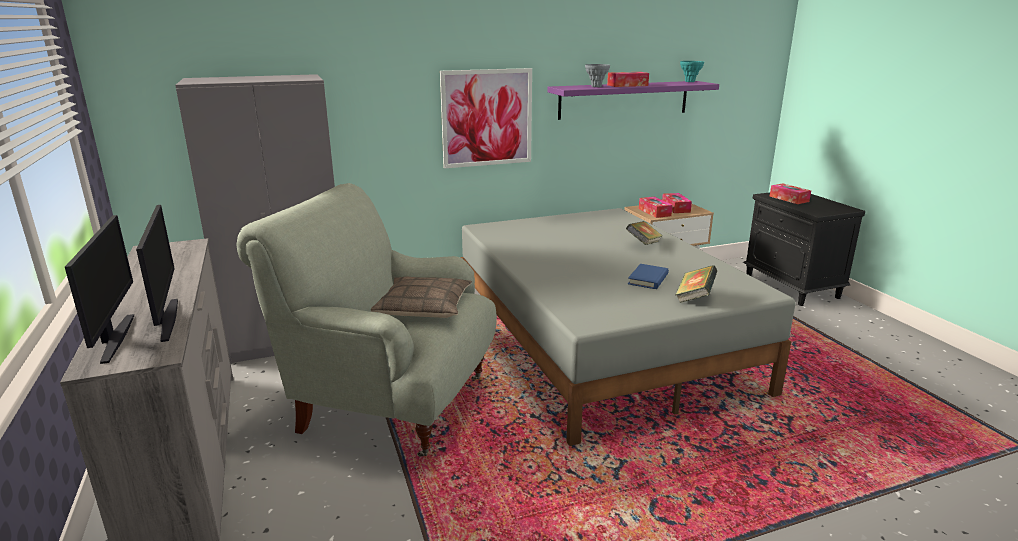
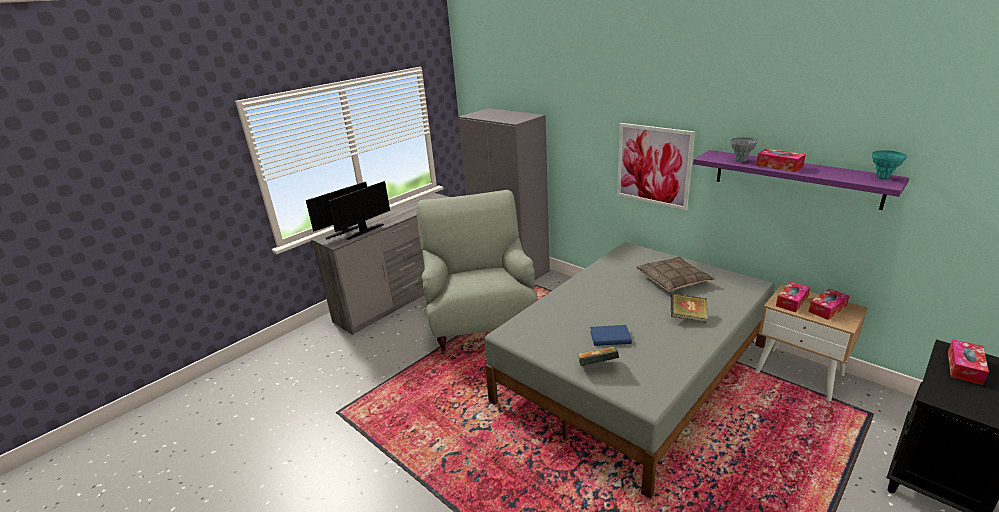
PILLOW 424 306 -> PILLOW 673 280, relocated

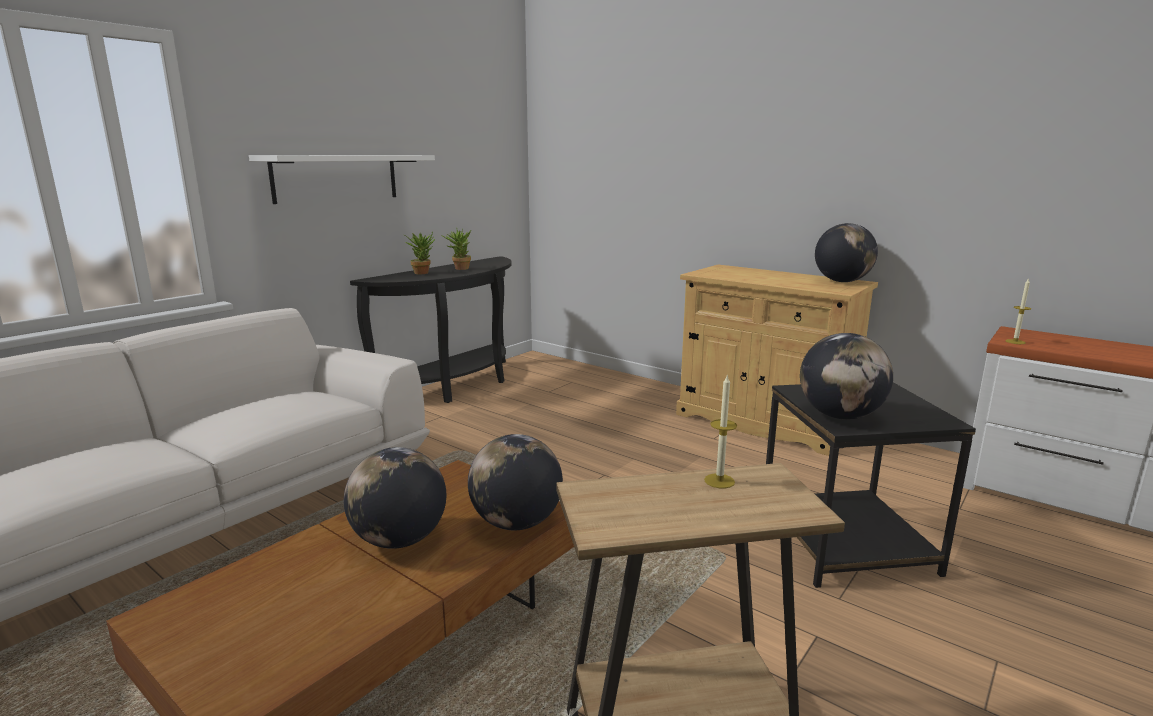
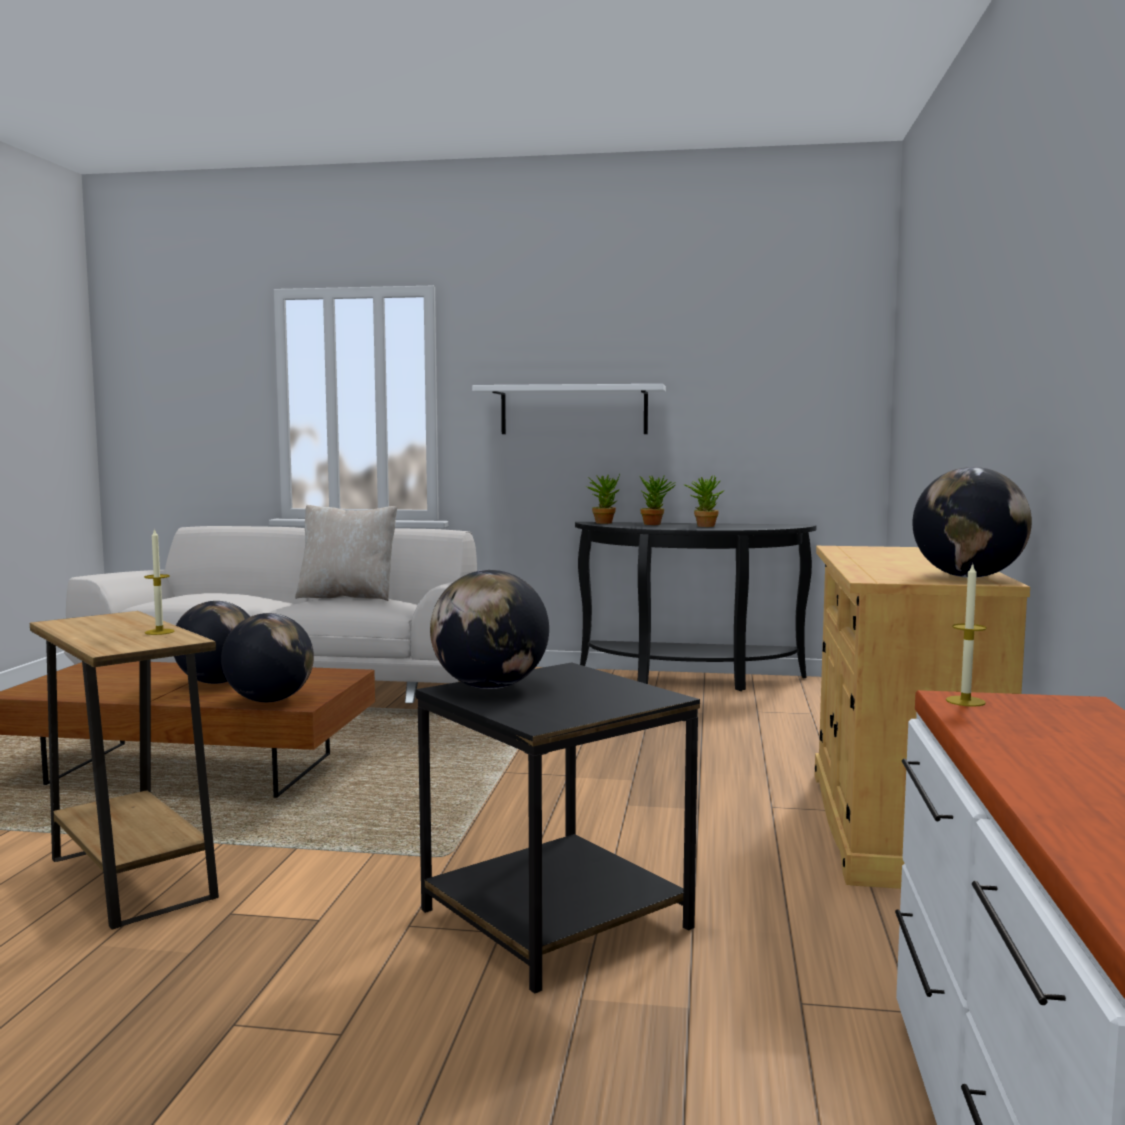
none -> BEIGE PILLOW 348 597
none -> POTTED PLANT 604 522

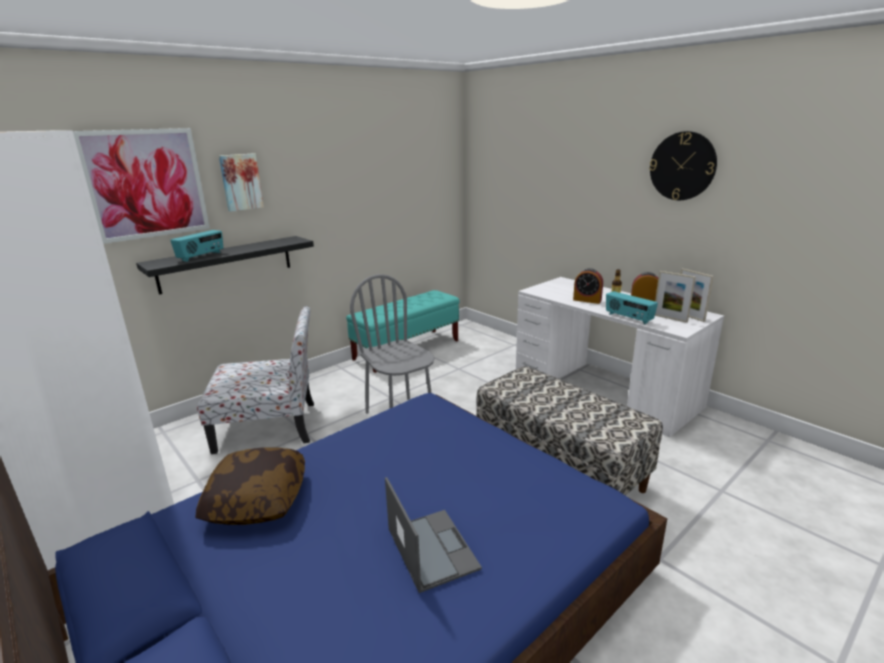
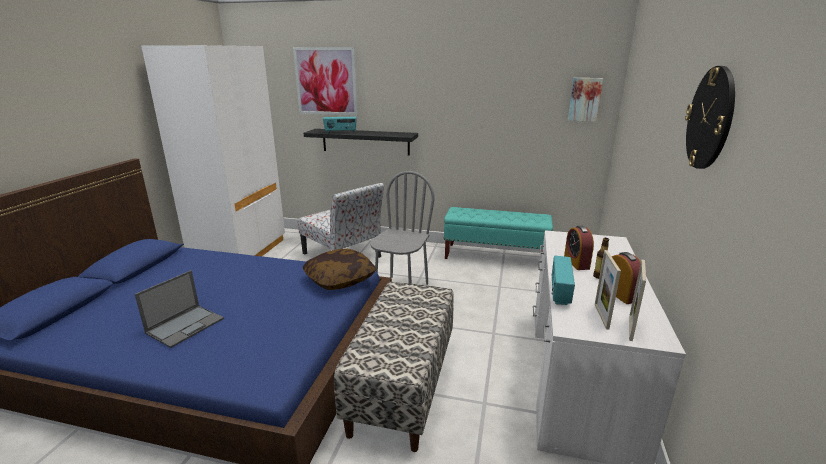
PILLOW 257 500 -> PILLOW 340 279, relocated
PICTURE 240 182 -> PICTURE 584 99, relocated

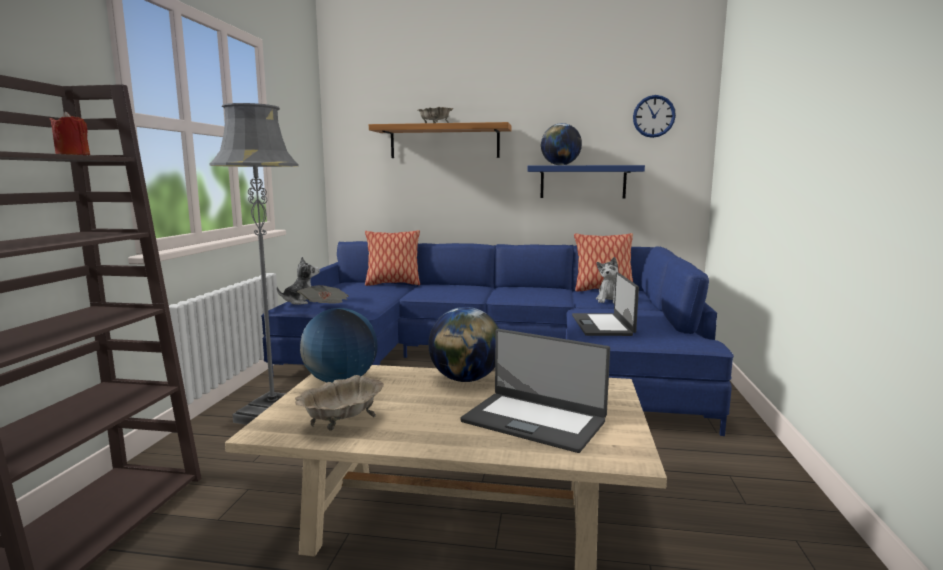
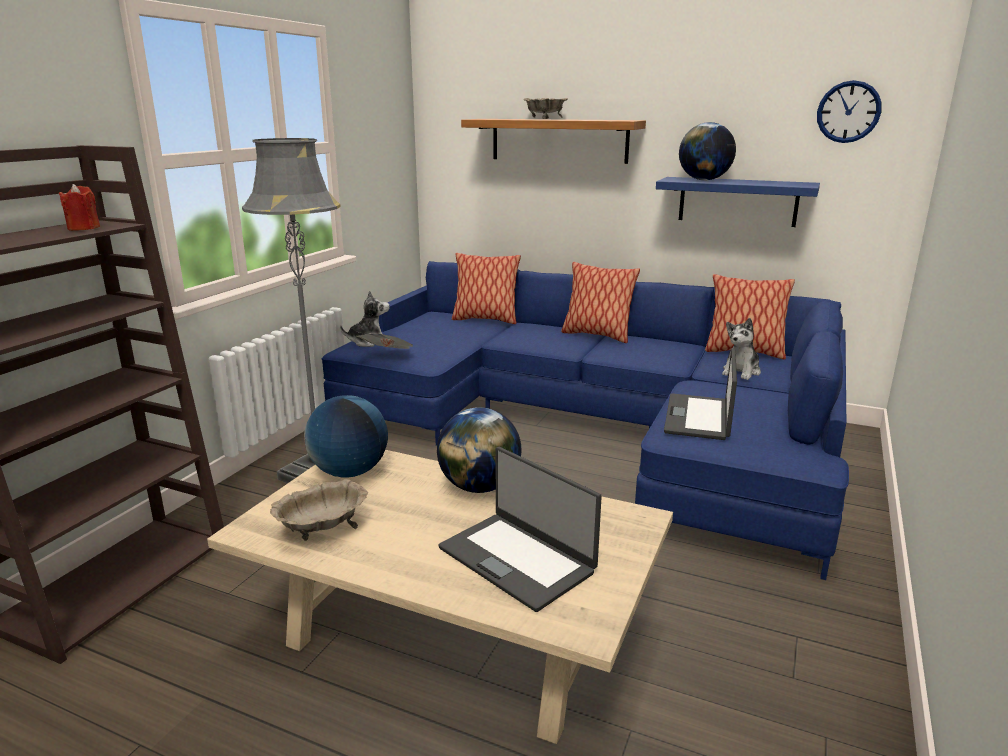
none -> PILLOW 597 335

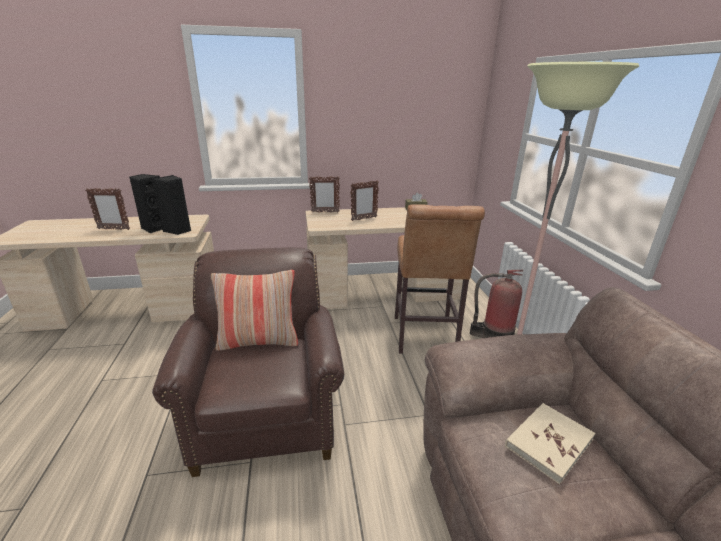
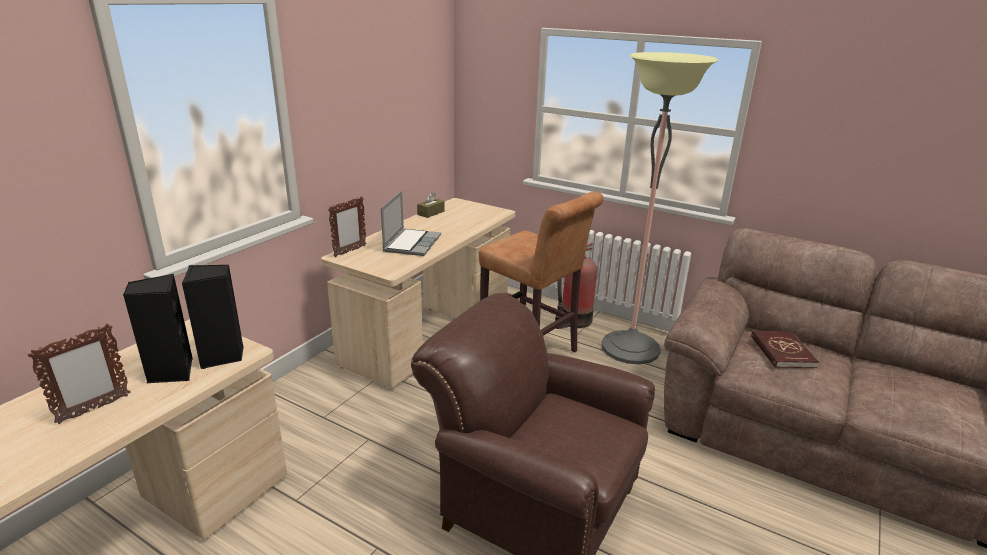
PICTURE FRAME 364 219 -> LAPTOP 411 243
BEIGE BOOK 548 442 -> RED BOOK 782 352
PILLOW 258 341 -> none

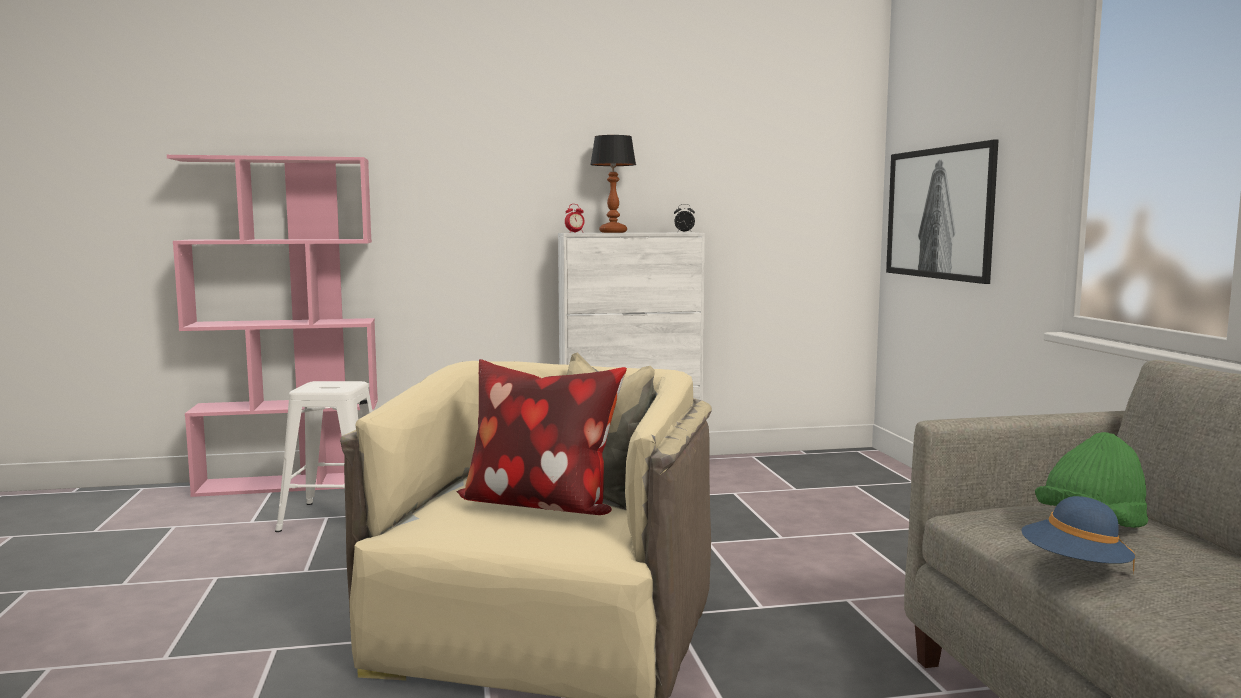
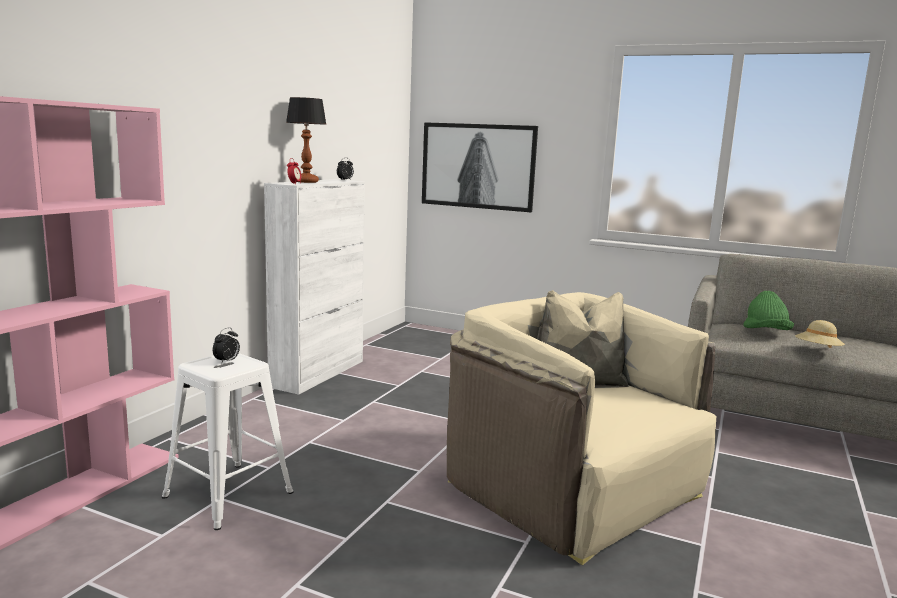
none -> ALARM CLOCK 227 361
BLUE HAT 1074 567 -> BEIGE HAT 817 350
PILLOW 540 506 -> none

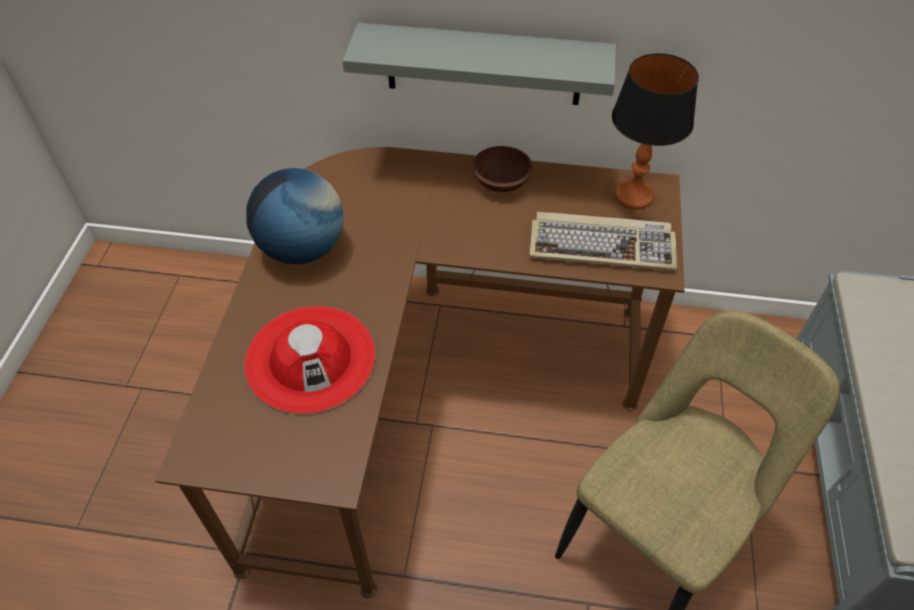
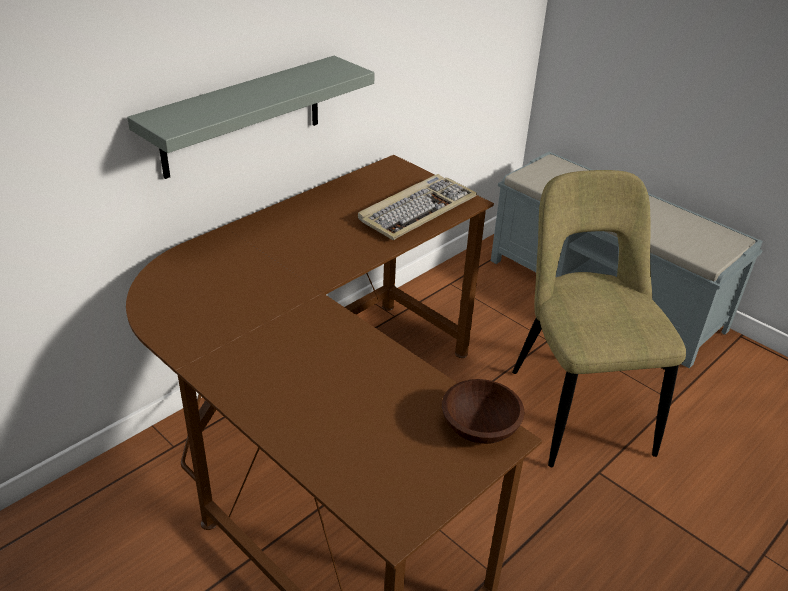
BROWN BOWL 500 181 -> BROWN BOWL 479 428, relocated
RED HAT 310 358 -> none
GLOBE 302 249 -> none
TABLE LAMP 634 195 -> none

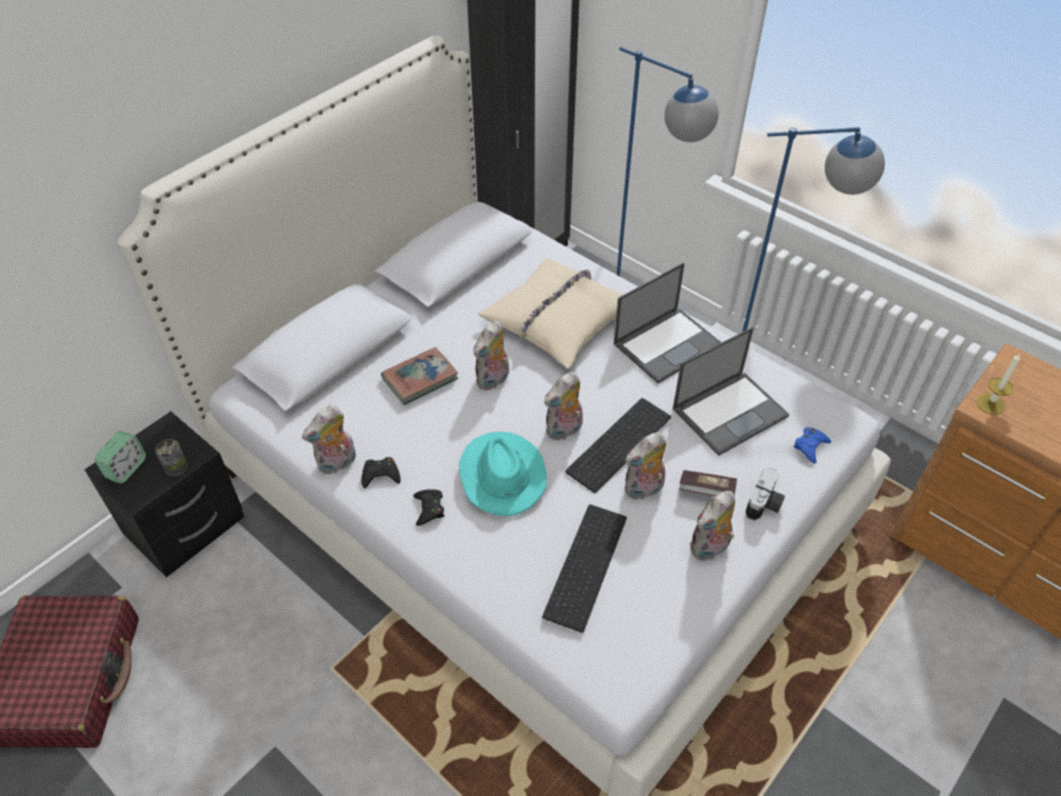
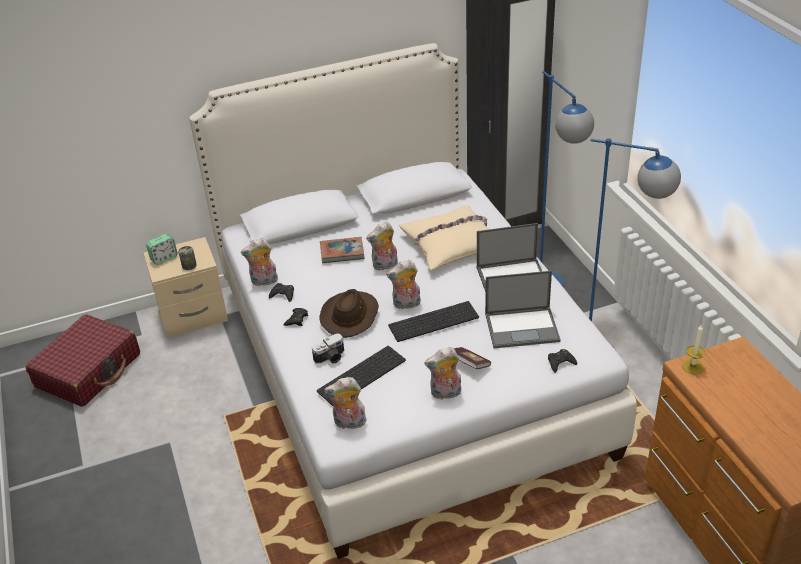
BLACK NIGHTSTAND 186 527 -> BEIGE NIGHTSTAND 193 316
PHOTO CAMERA 765 504 -> PHOTO CAMERA 331 358, relocated
TURQUOISE HAT 501 475 -> BROWN HAT 350 315
PLUSH TOY 644 490 -> PLUSH TOY 349 423, relocated
BLUE GAME CONTROLLER 810 446 -> BLACK GAME CONTROLLER 560 362

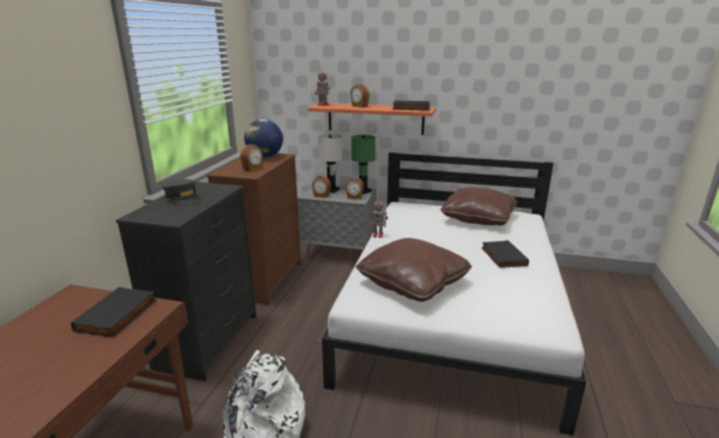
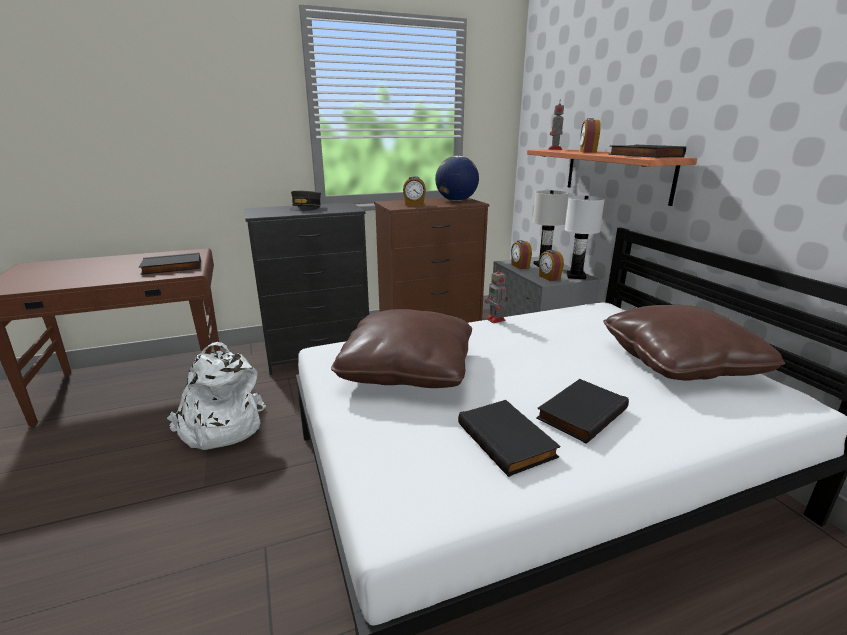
none -> BLACK BOOK 508 440
GREEN TABLE LAMP 363 191 -> WHITE TABLE LAMP 576 276

